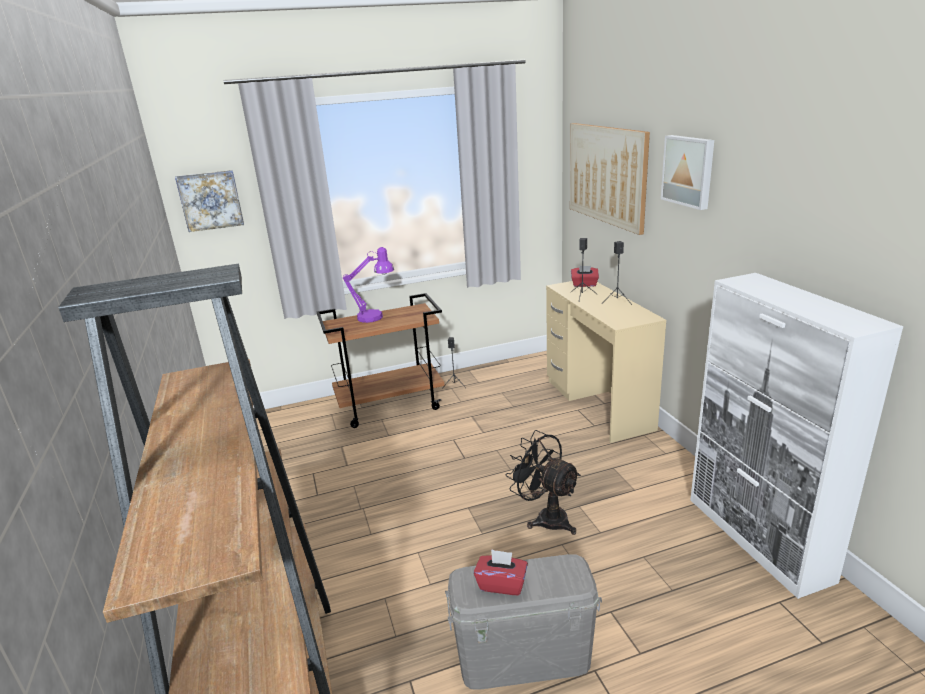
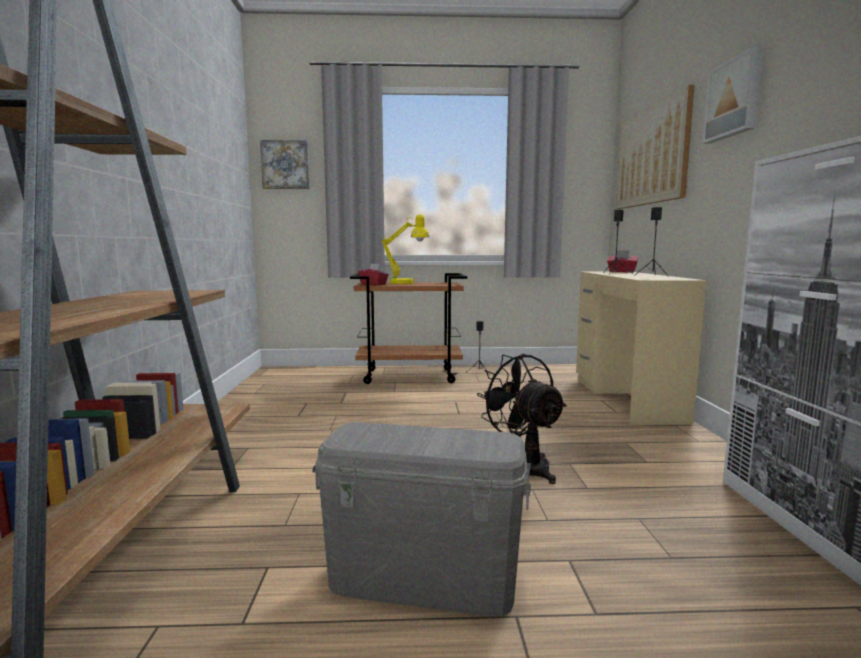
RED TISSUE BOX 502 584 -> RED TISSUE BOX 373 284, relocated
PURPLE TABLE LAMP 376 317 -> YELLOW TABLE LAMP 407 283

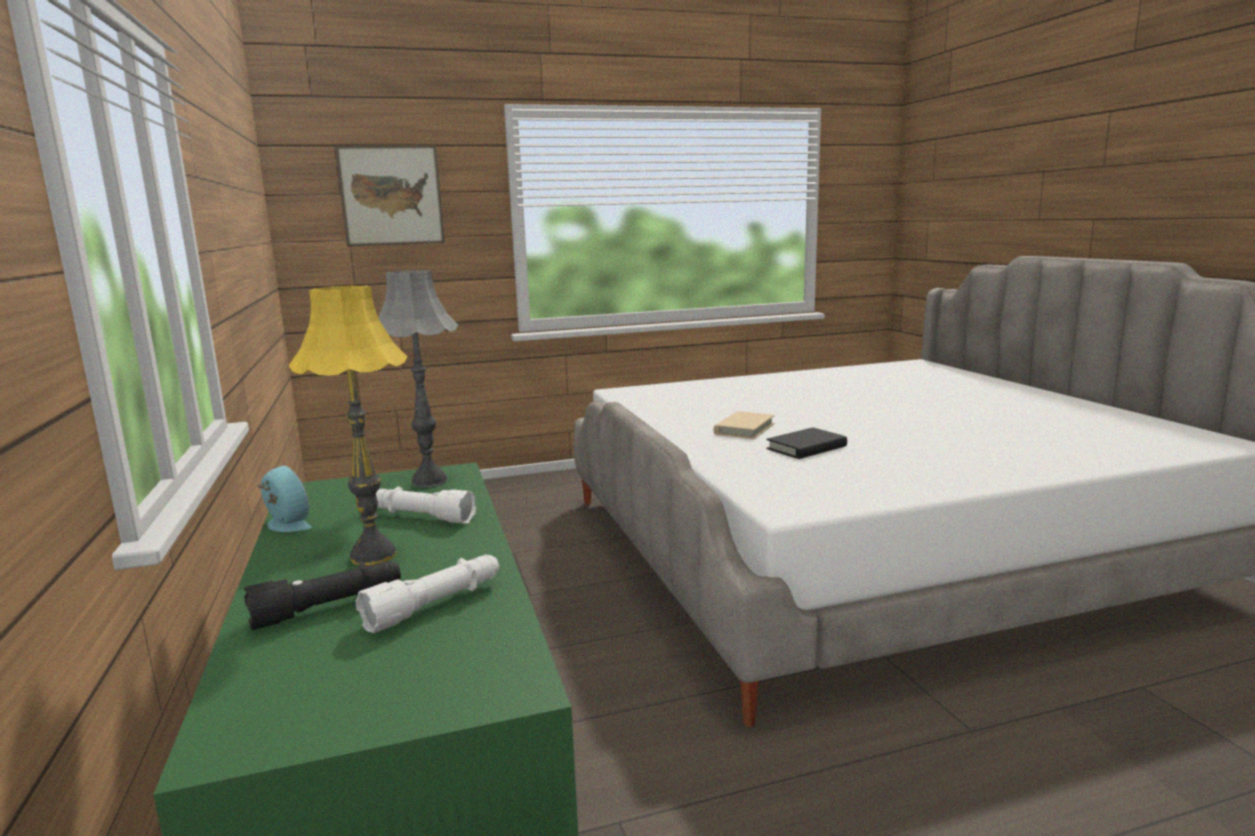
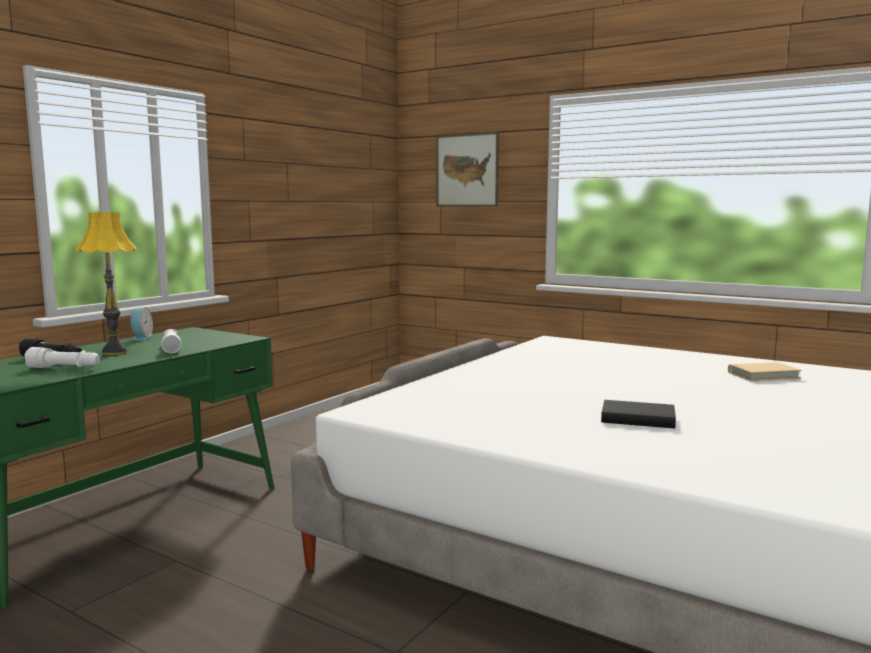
BLACK BOOK 806 448 -> BLACK BOOK 637 419, relocated
BEIGE BOOK 744 429 -> BEIGE BOOK 763 375, relocated
GREY TABLE LAMP 429 481 -> none

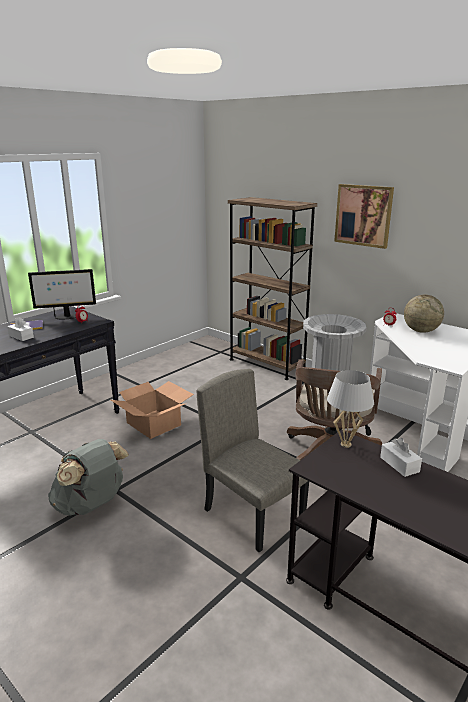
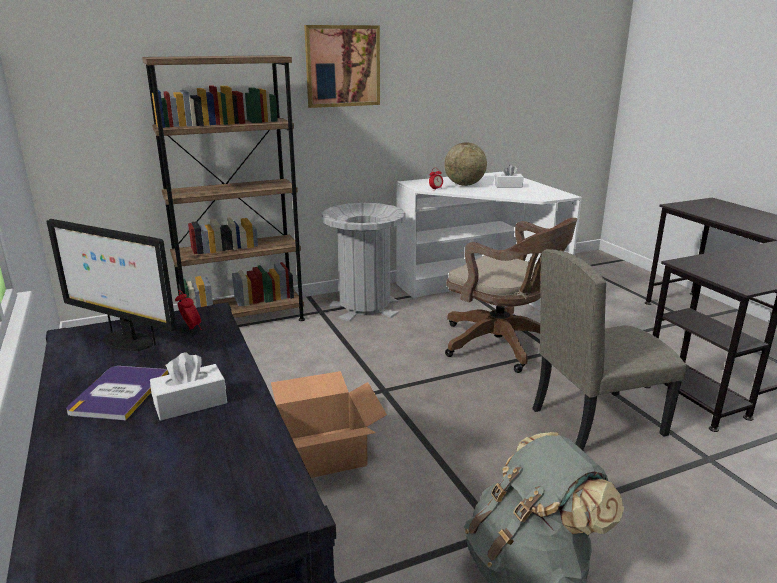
MONITOR 66 317 -> MONITOR 126 341, 105 degrees clockwise
WHITE TISSUE BOX 399 464 -> WHITE TISSUE BOX 508 186, relocated
WHITE TABLE LAMP 345 444 -> none

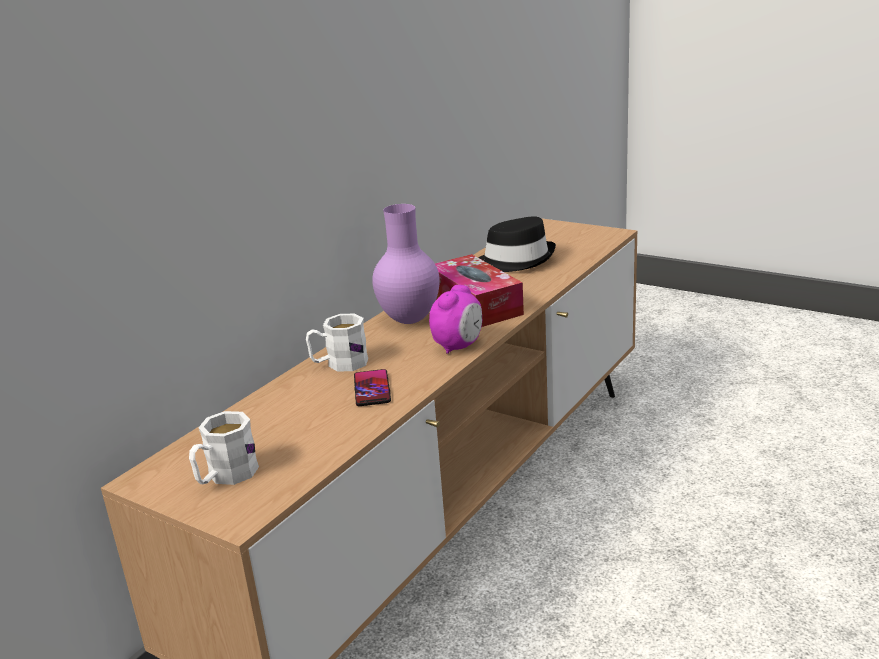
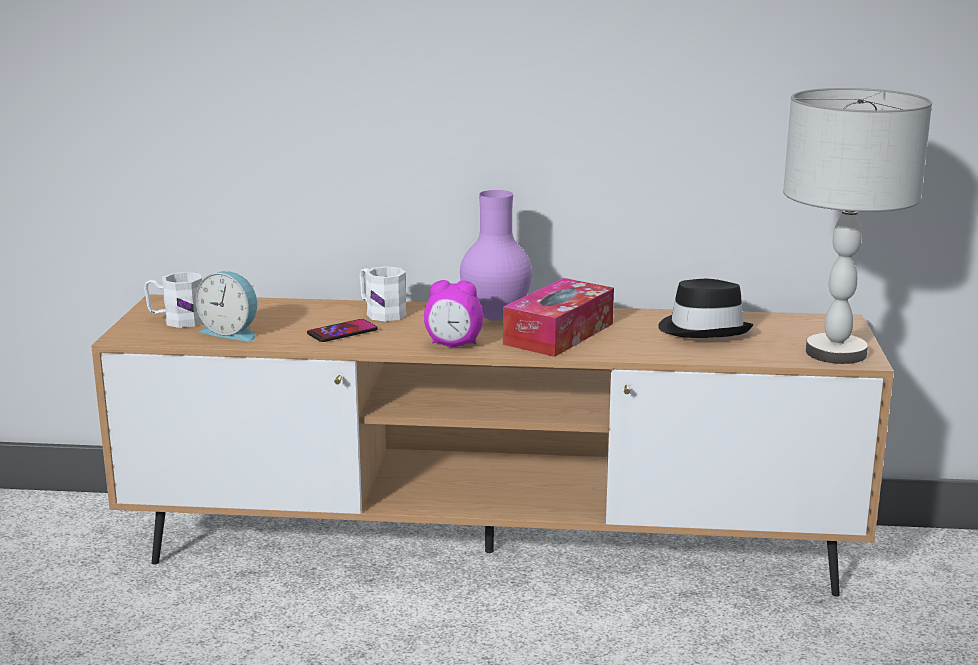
none -> ALARM CLOCK 232 332
none -> GREY TABLE LAMP 836 353

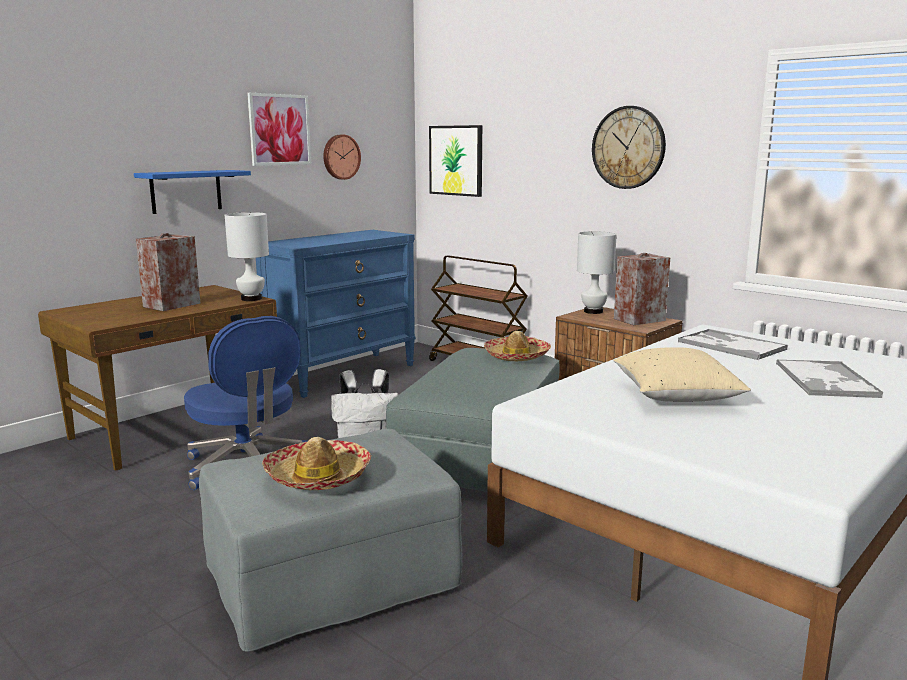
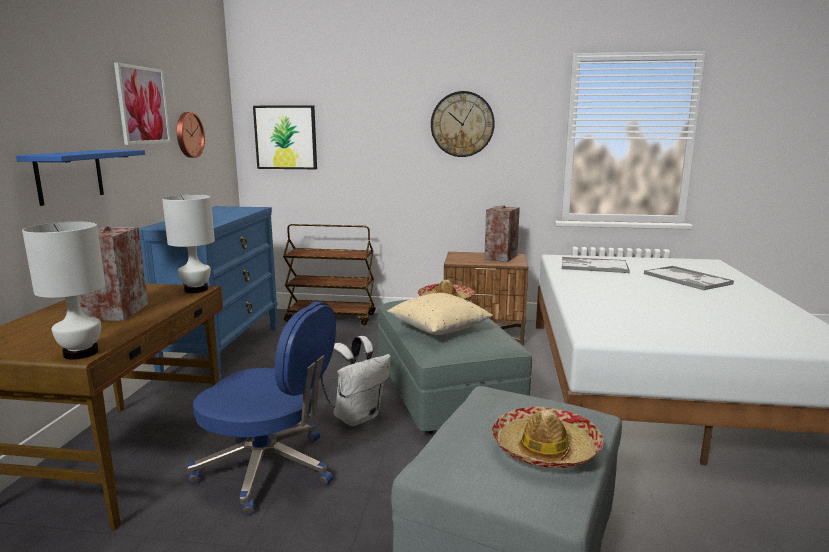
WHITE TABLE LAMP 593 311 -> WHITE TABLE LAMP 81 353, relocated
BEIGE PILLOW 676 396 -> BEIGE PILLOW 439 329, relocated

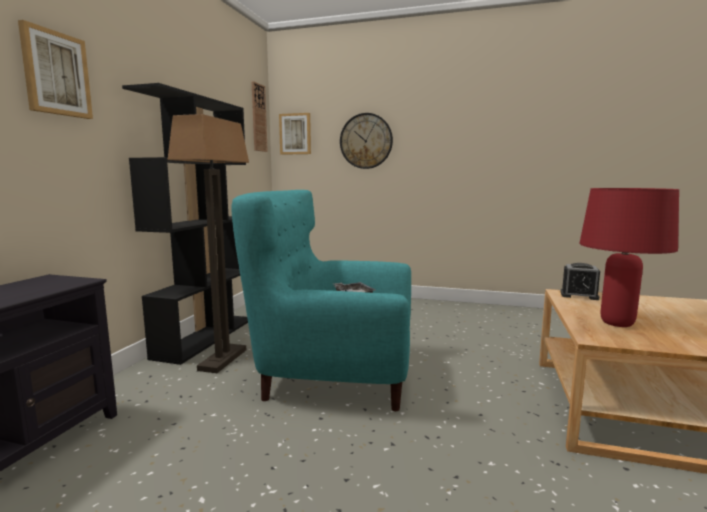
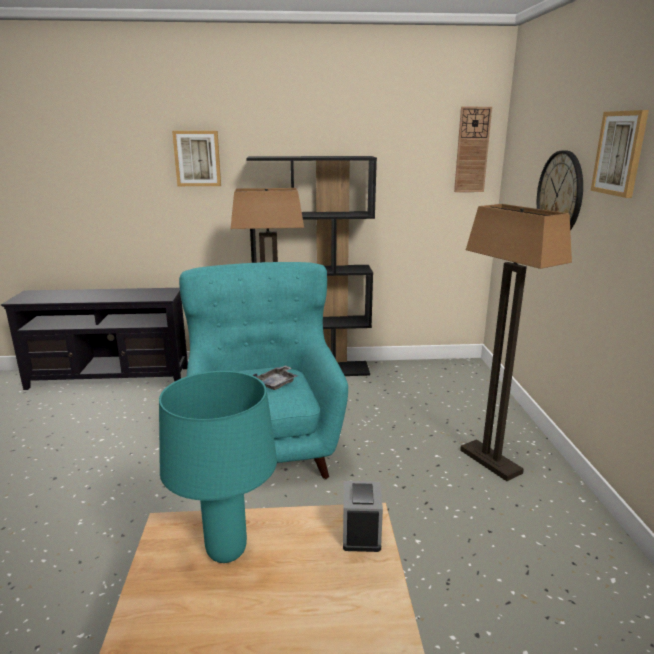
RED TABLE LAMP 616 323 -> TURQUOISE TABLE LAMP 226 551
none -> FLOOR LAMP 491 461
PICTURE 295 134 -> PICTURE 620 153, relocated

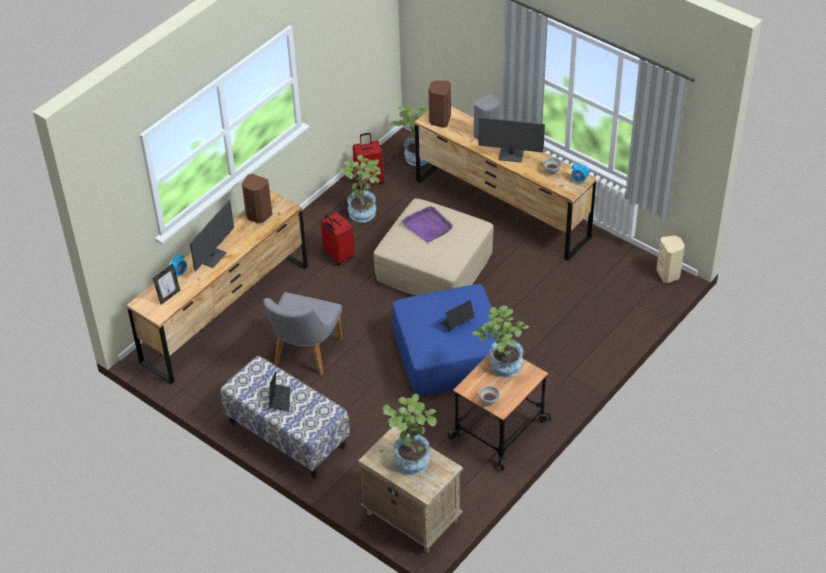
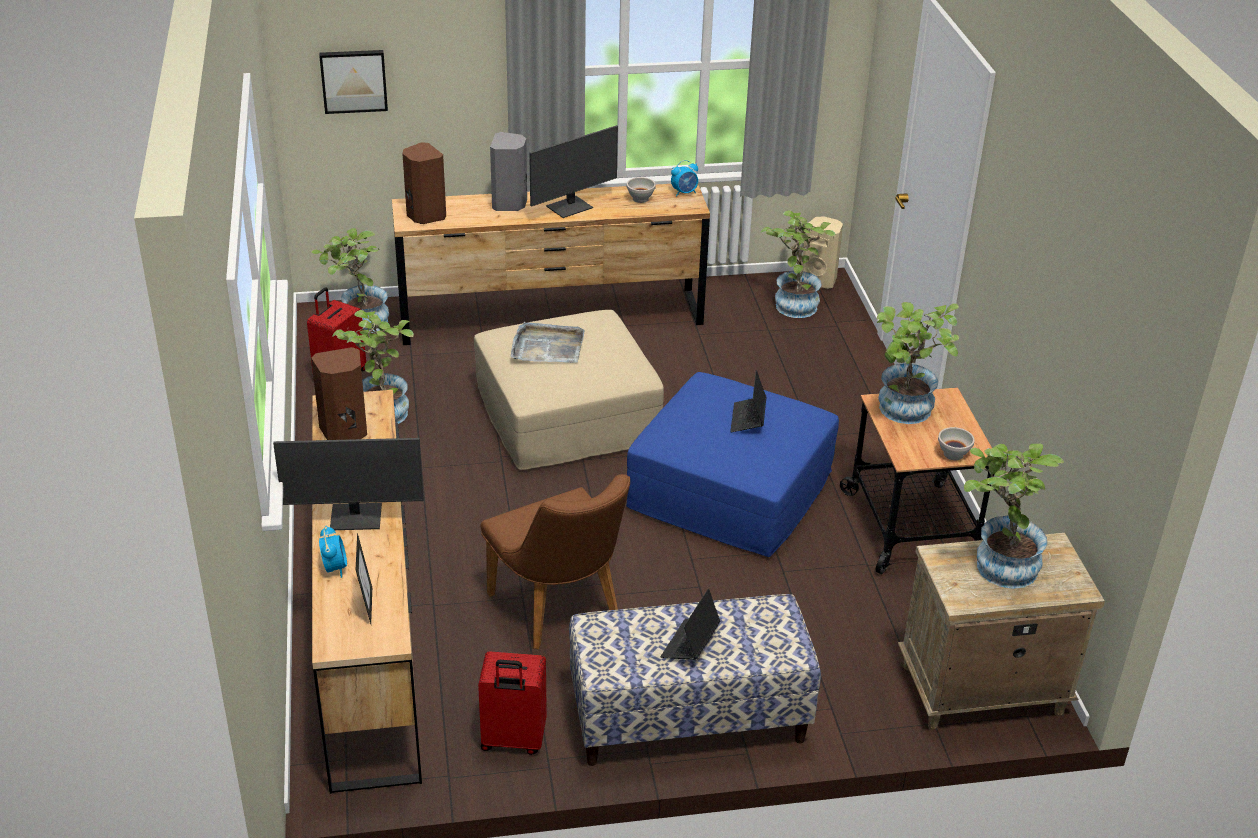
MONITOR 212 257 -> MONITOR 356 518, 105 degrees clockwise
none -> PICTURE 353 80
RED SUITCASE 338 256 -> RED SUITCASE 513 740, relocated
GREY CHAIR 304 356 -> BROWN CHAIR 561 612
PURPLE TRAY 428 226 -> GREY TRAY 547 347
LAPTOP 279 399 -> LAPTOP 690 644, 105 degrees counterclockwise
none -> POTTED PLANT 793 303

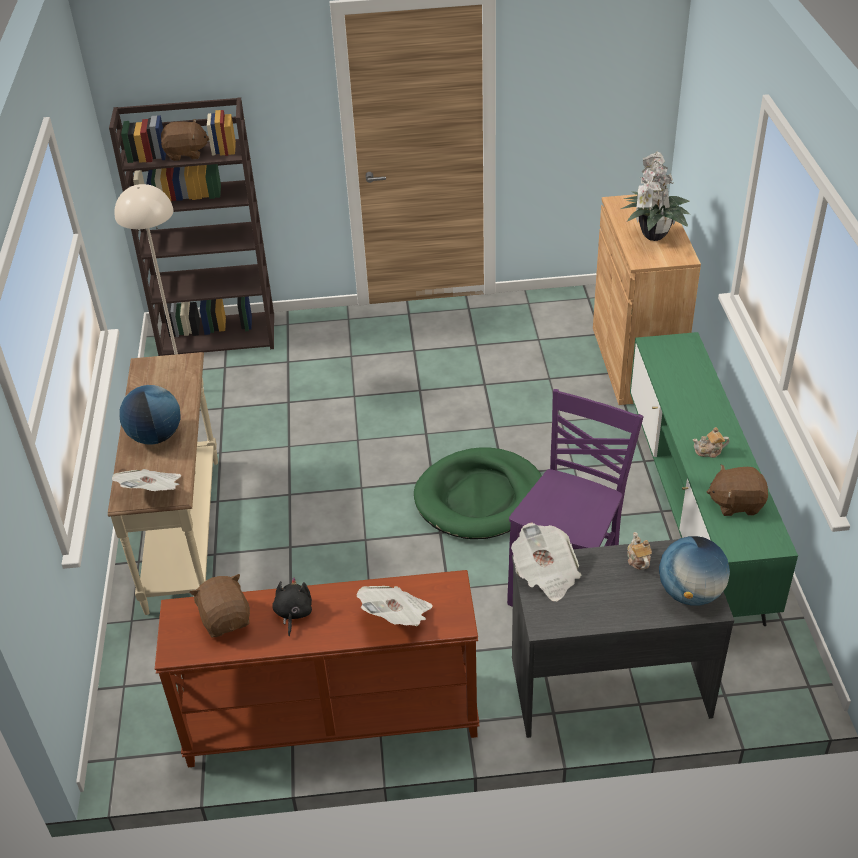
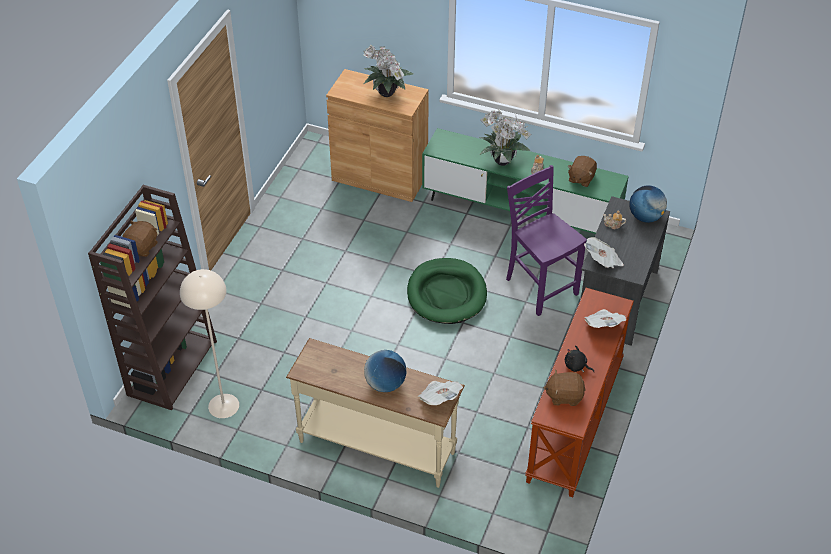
none -> POTTED PLANT 501 160

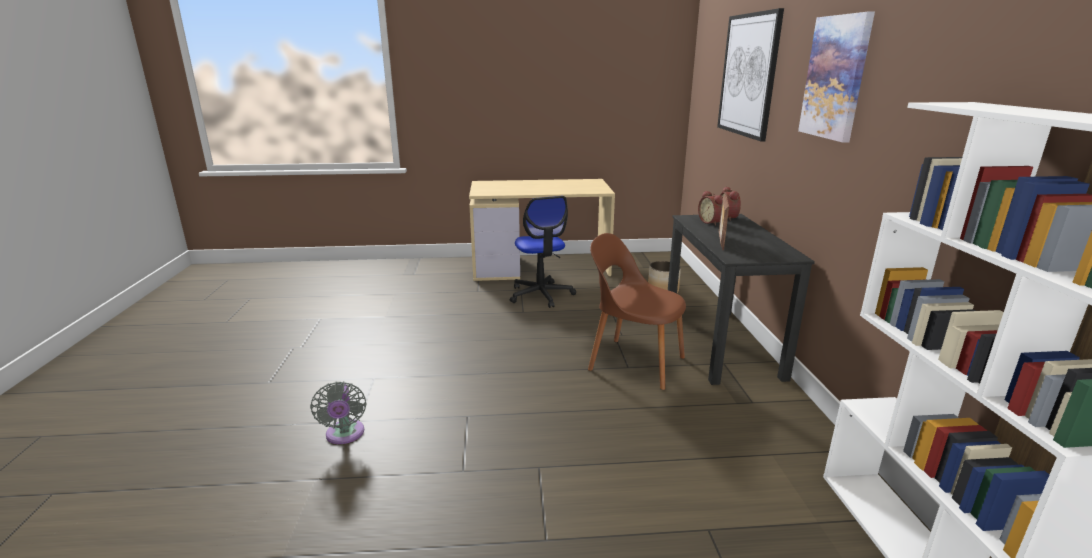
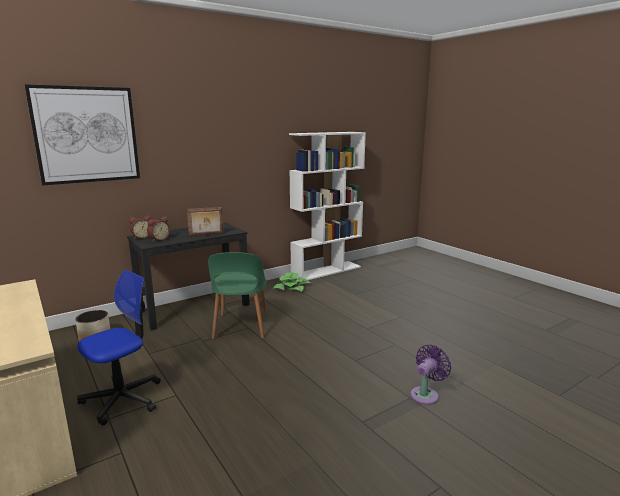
BROWN CHAIR 634 362 -> GREEN CHAIR 240 327
none -> POTTED PLANT 291 288
GREY FAN 345 435 -> PURPLE FAN 426 394
PICTURE 835 77 -> none

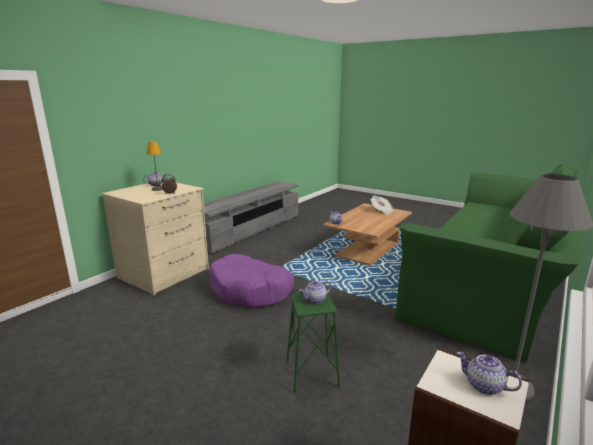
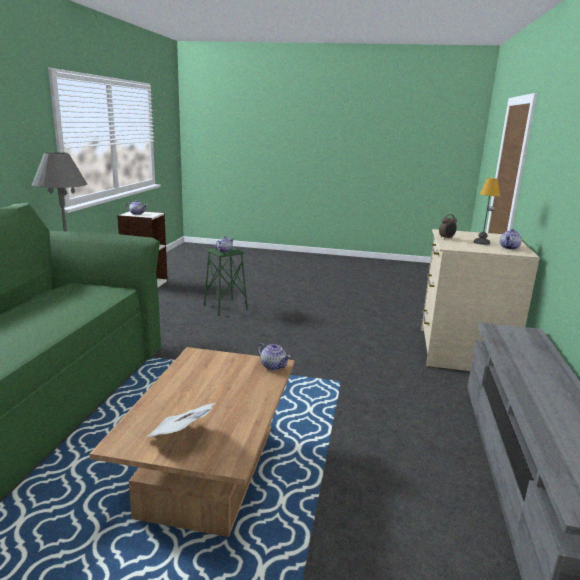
PURPLE DOG BED 251 290 -> none

